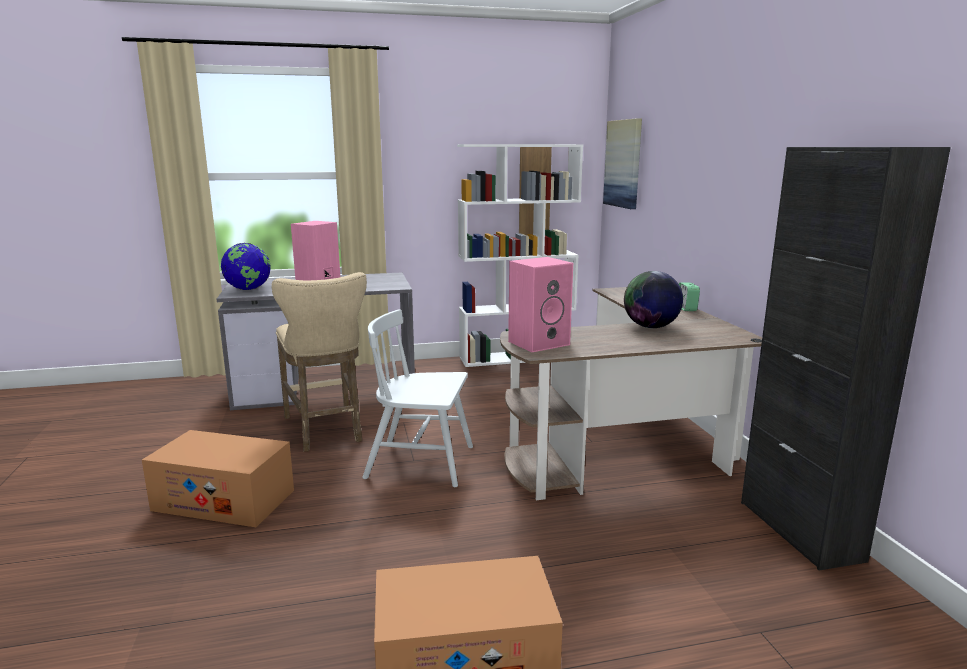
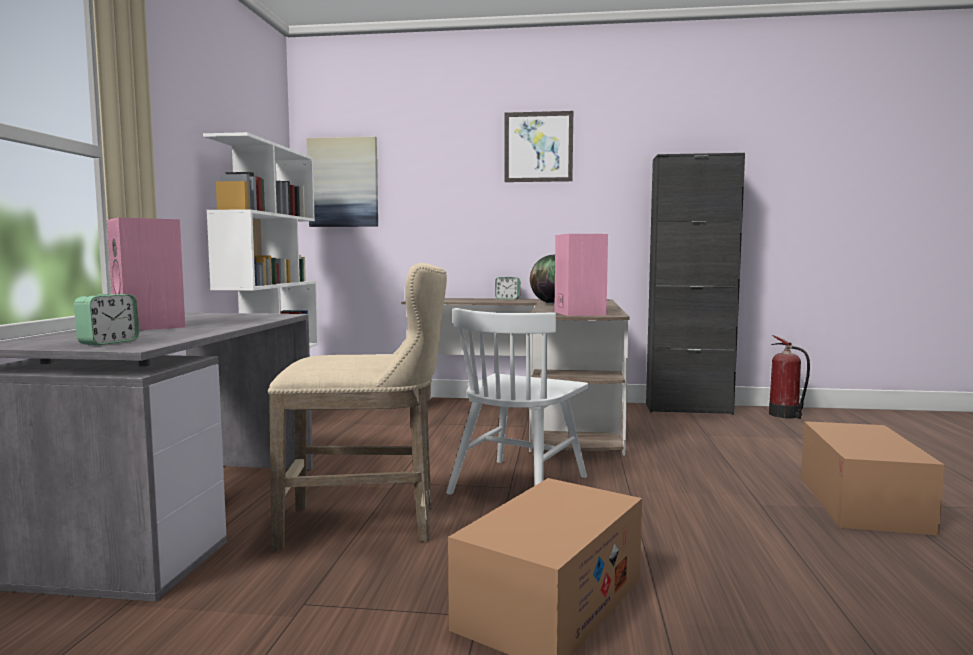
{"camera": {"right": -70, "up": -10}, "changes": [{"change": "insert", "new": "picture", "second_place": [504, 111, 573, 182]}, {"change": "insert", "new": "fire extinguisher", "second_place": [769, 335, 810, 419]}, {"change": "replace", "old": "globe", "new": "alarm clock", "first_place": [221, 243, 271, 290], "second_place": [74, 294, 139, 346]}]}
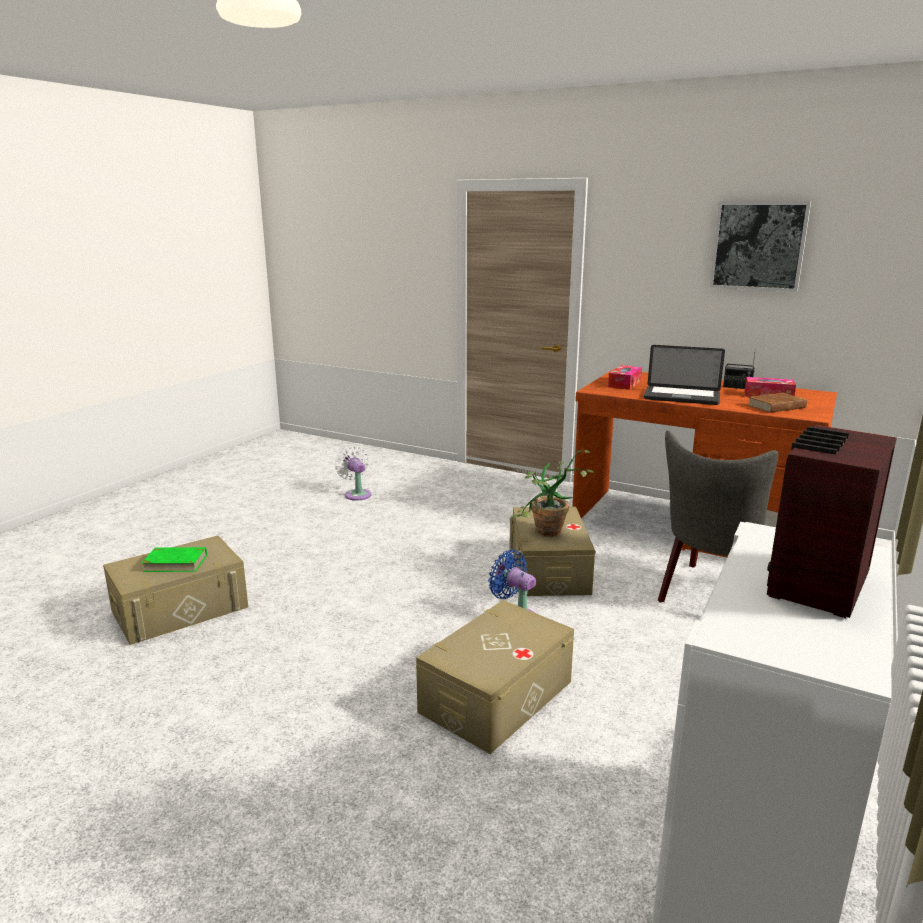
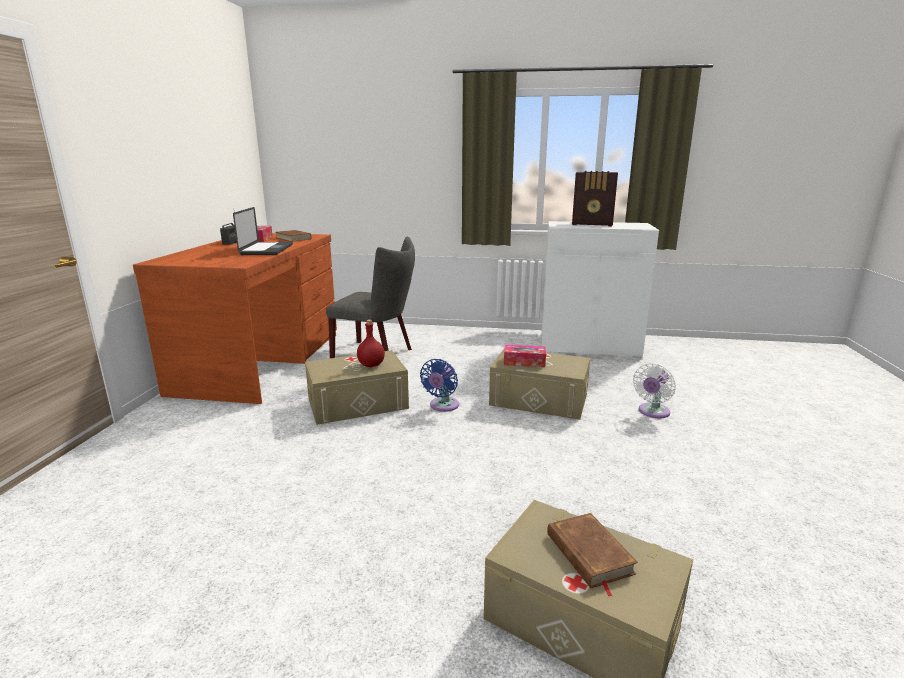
{"camera": {"right": -110, "up": 0}, "changes": [{"change": "delete", "old": "picture", "first_place": [710, 201, 811, 292]}, {"change": "move", "old": "white fan", "first_place": [335, 446, 371, 501], "second_place": [633, 363, 676, 418]}, {"change": "move", "old": "tissue box", "first_place": [608, 365, 642, 390], "second_place": [504, 345, 546, 367]}, {"change": "replace", "old": "potted plant", "new": "red bottle", "first_place": [513, 450, 595, 537], "second_place": [357, 319, 385, 367]}, {"change": "recolor", "old": "green book", "new": "brown book", "first_place": [141, 547, 207, 572], "second_place": [547, 513, 638, 597]}]}
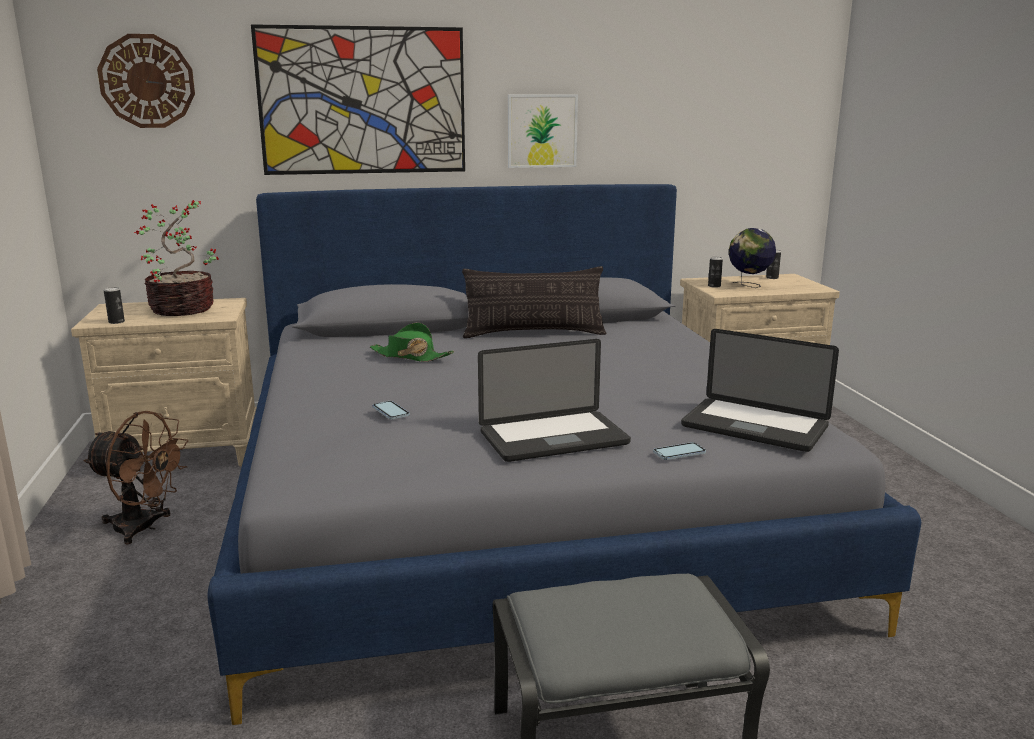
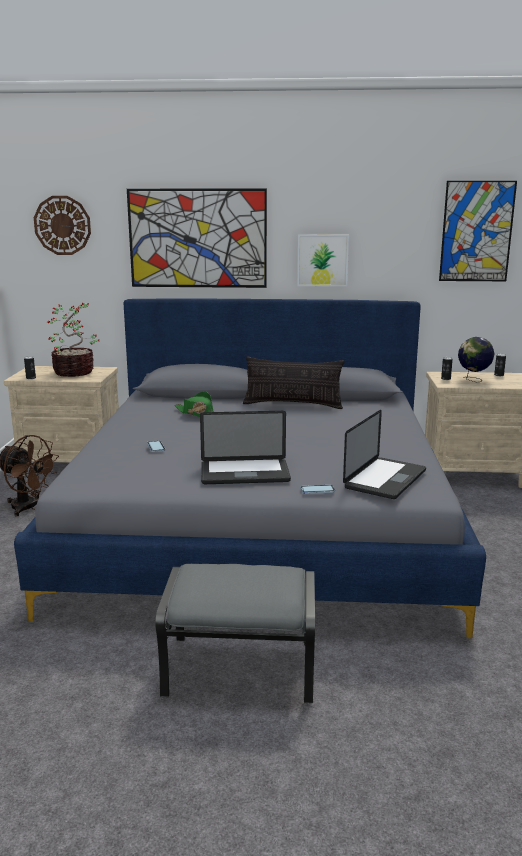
{"camera": {"right": 15, "up": 0}, "changes": [{"change": "insert", "new": "picture", "second_place": [439, 181, 517, 281]}, {"change": "rotate", "old": "laptop", "first_place": [681, 329, 839, 452], "second_place": [343, 410, 426, 499], "degrees": -105}]}
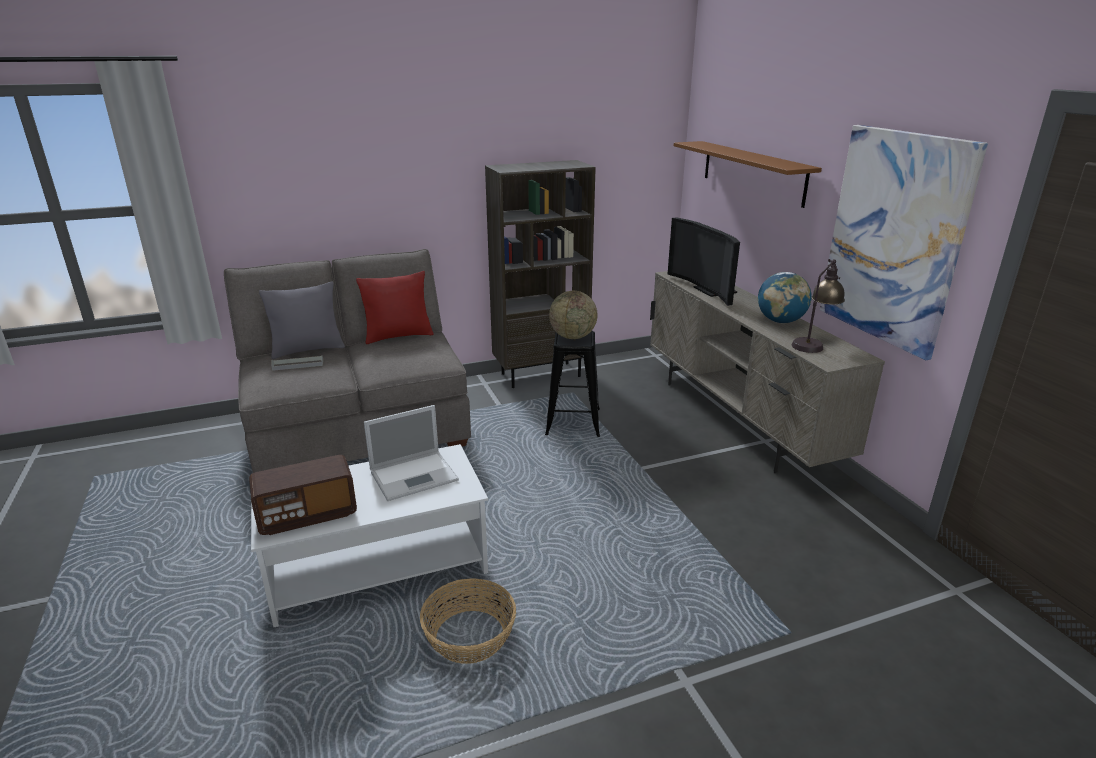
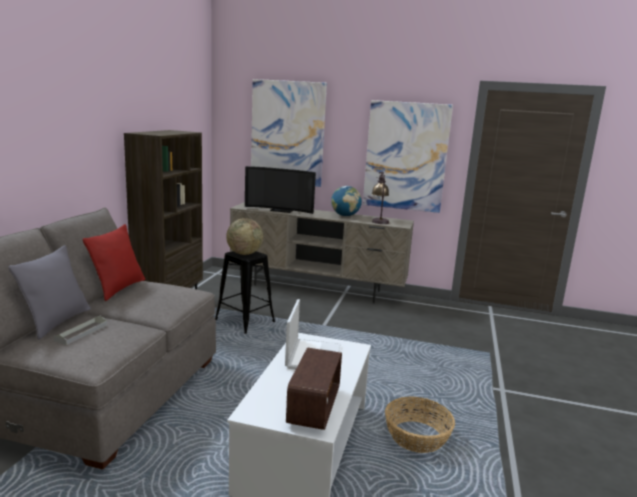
{"camera": {"right": -55, "up": -10}, "changes": [{"change": "replace", "old": "brown shelf", "new": "picture", "first_place": [674, 141, 822, 208], "second_place": [251, 79, 327, 187]}]}
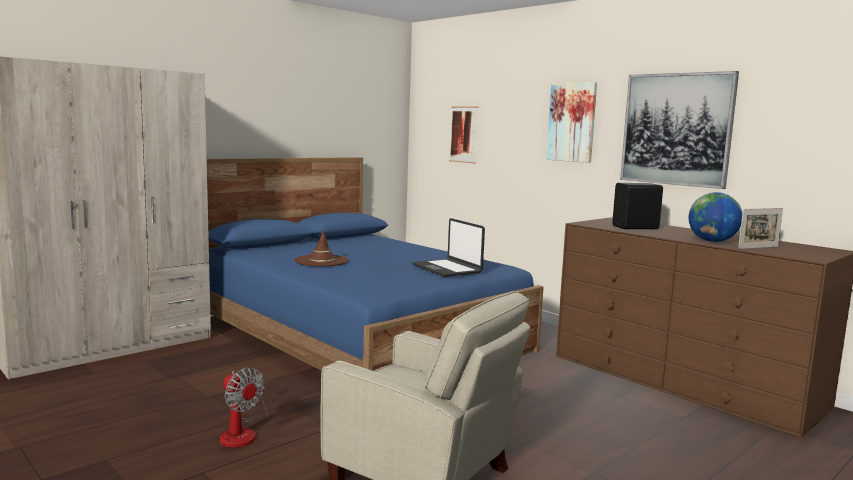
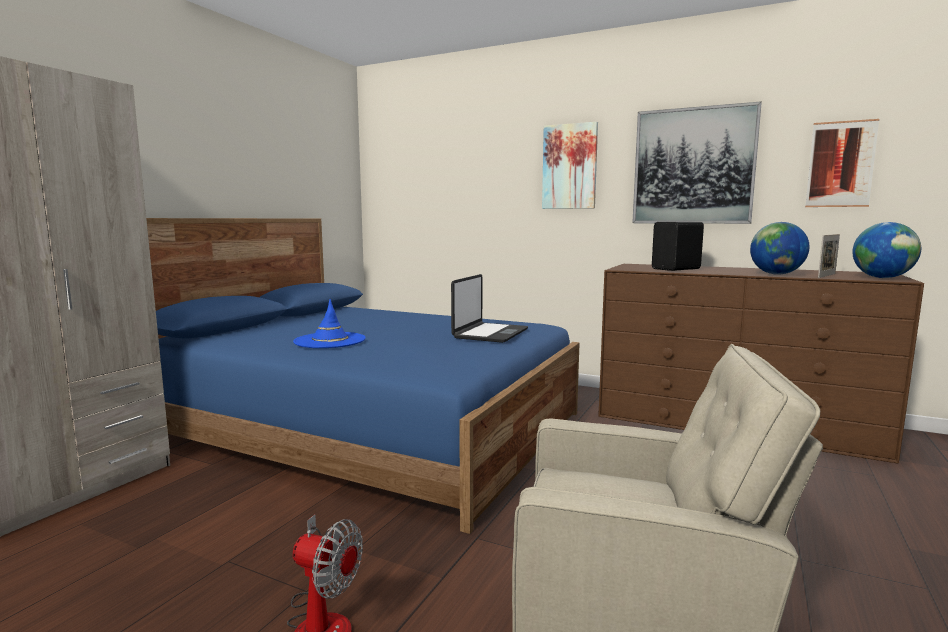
{"camera": {"right": -20, "up": 0}, "changes": [{"change": "insert", "new": "globe", "second_place": [852, 222, 921, 278]}, {"change": "move", "old": "picture", "first_place": [449, 107, 479, 164], "second_place": [805, 119, 879, 207]}, {"change": "recolor", "old": "brown hat", "new": "blue hat", "first_place": [294, 230, 349, 266], "second_place": [293, 299, 366, 348]}, {"change": "rotate", "old": "laptop", "first_place": [413, 218, 485, 277], "second_place": [451, 274, 528, 343], "degrees": -105}]}
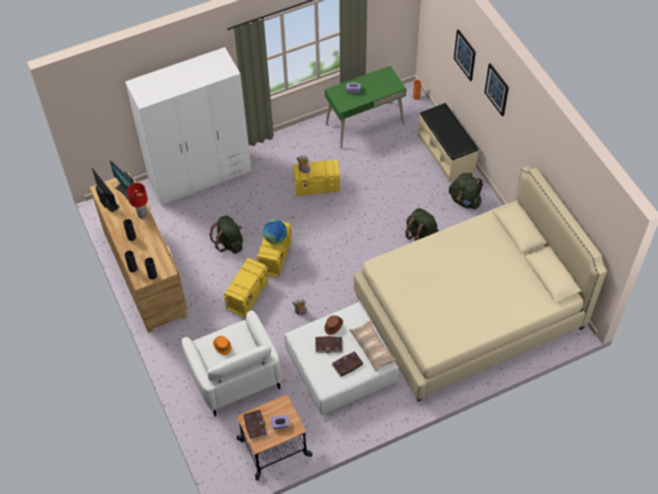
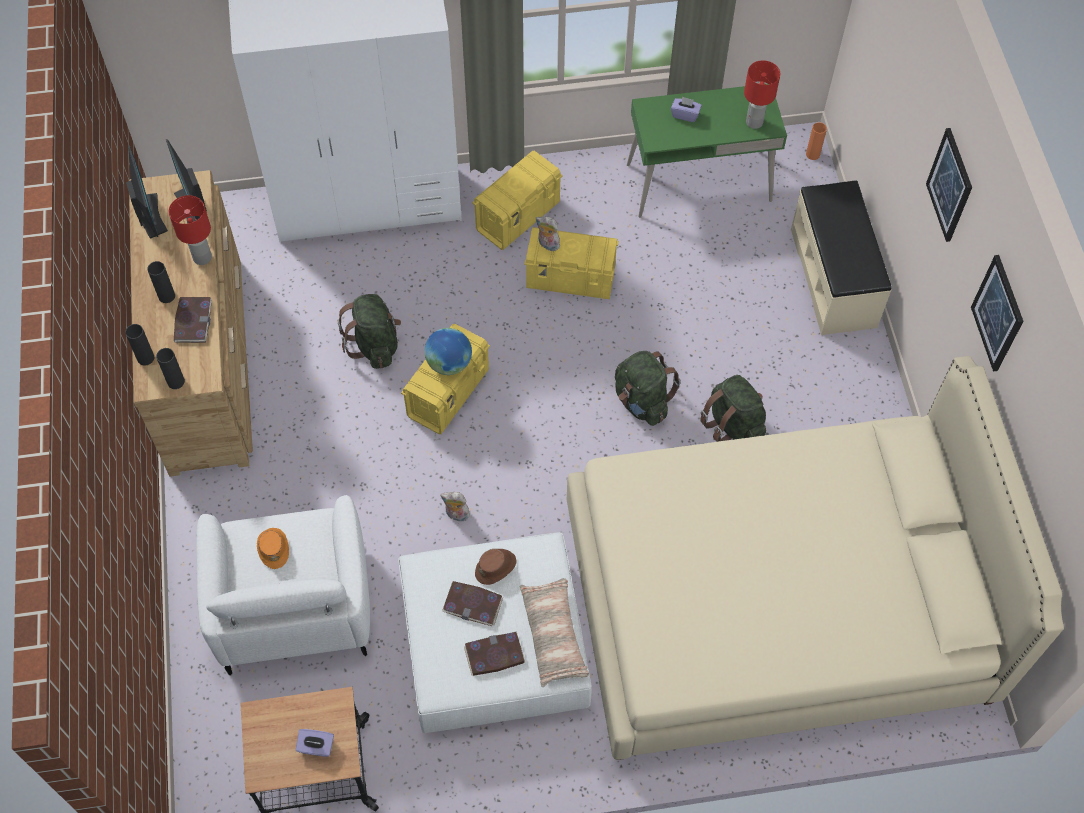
{"camera": {"right": 15, "up": 5}, "changes": [{"change": "insert", "new": "red table lamp", "second_place": [744, 60, 780, 129]}, {"change": "move", "old": "yellow storage box", "first_place": [223, 258, 268, 317], "second_place": [472, 151, 563, 250]}, {"change": "move", "old": "book", "first_place": [244, 410, 268, 440], "second_place": [174, 297, 212, 343]}, {"change": "move", "old": "green backpack", "first_place": [449, 172, 483, 209], "second_place": [615, 351, 681, 426]}, {"change": "move", "old": "picture", "first_place": [454, 29, 476, 81], "second_place": [971, 255, 1024, 372]}]}
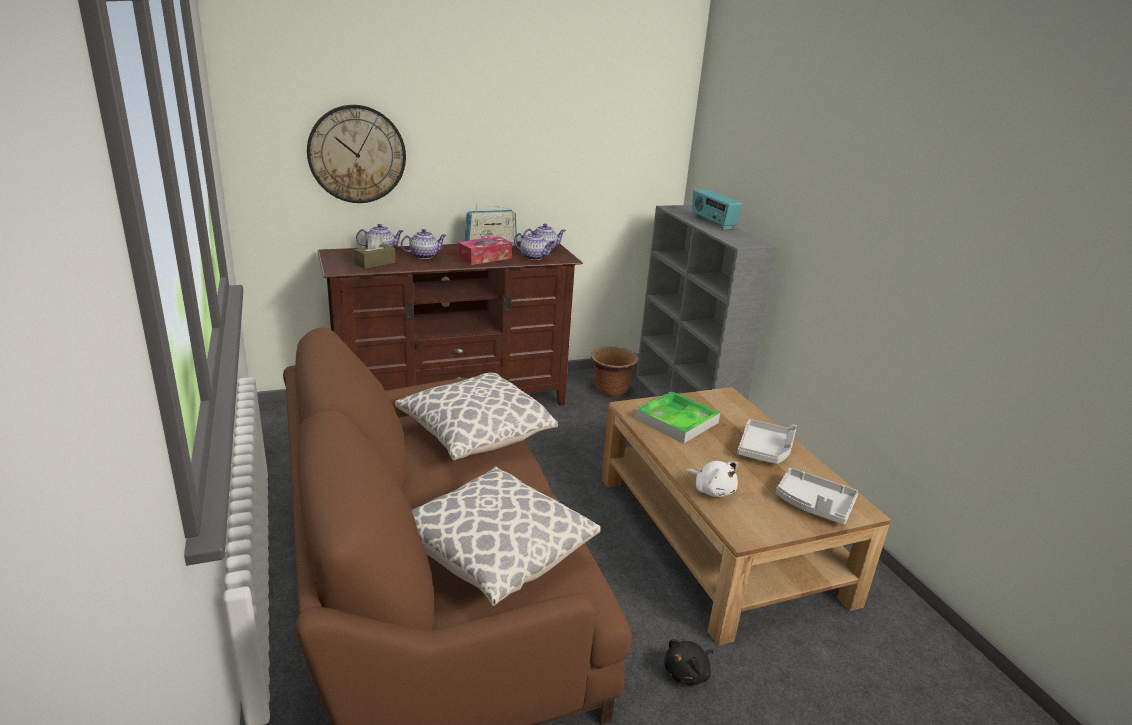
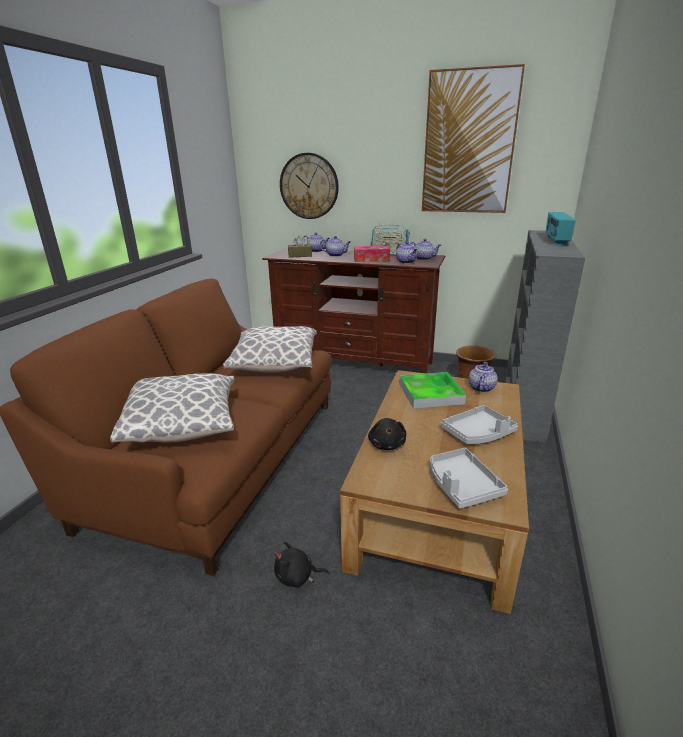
{"camera": {"right": 40, "up": 0}, "changes": [{"change": "insert", "new": "picture", "second_place": [422, 64, 525, 213]}, {"change": "insert", "new": "teapot", "second_place": [468, 362, 497, 392]}, {"change": "recolor", "old": "white plush toy", "new": "black plush toy", "first_place": [686, 461, 738, 497], "second_place": [368, 418, 406, 450]}]}
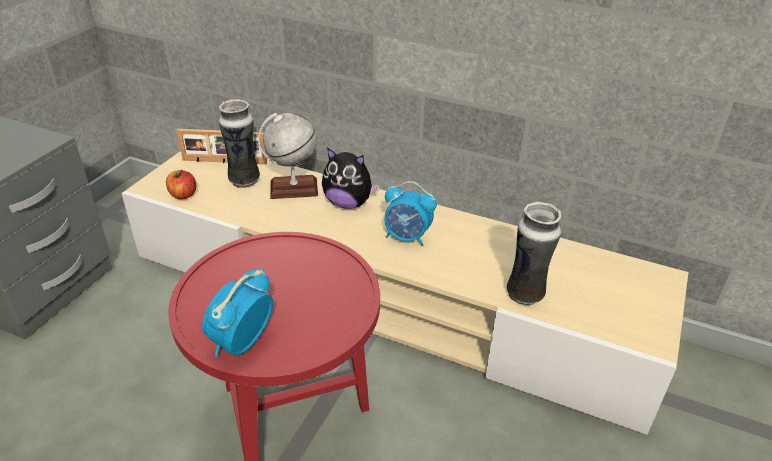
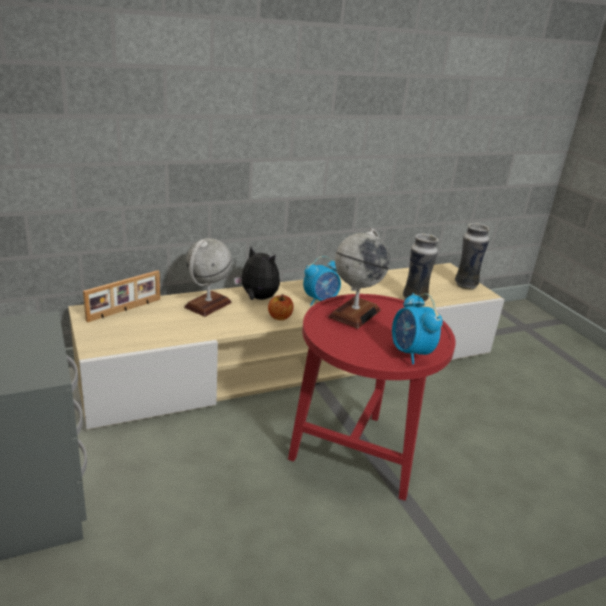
{"camera": {"right": -50, "up": -10}, "changes": [{"change": "insert", "new": "globe", "second_place": [329, 228, 390, 329]}, {"change": "move", "old": "apple", "first_place": [166, 170, 196, 199], "second_place": [268, 294, 294, 320]}, {"change": "move", "old": "vase", "first_place": [219, 99, 260, 188], "second_place": [455, 223, 490, 290]}, {"change": "rotate", "old": "plush toy", "first_place": [322, 147, 380, 209], "second_place": [234, 247, 280, 300], "degrees": -120}]}
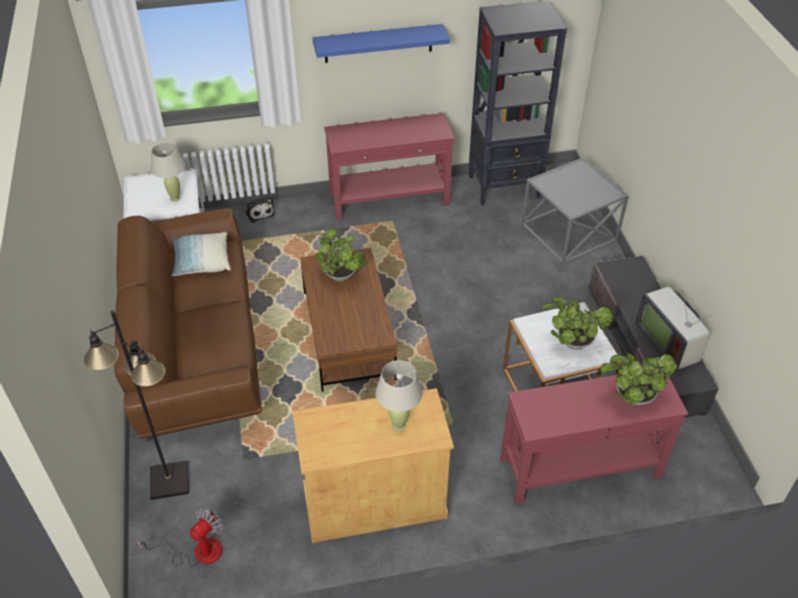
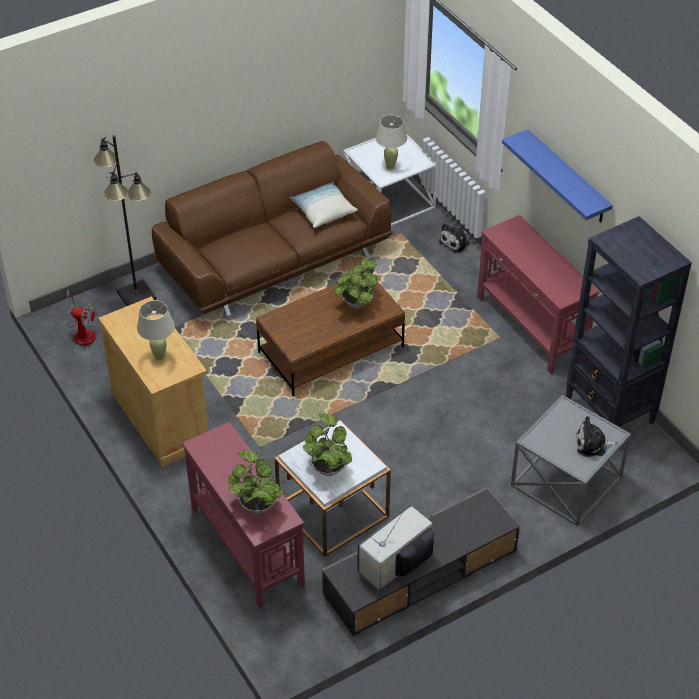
{"camera": {"right": 70, "up": 0}, "changes": [{"change": "insert", "new": "plush toy", "second_place": [576, 416, 618, 457]}]}
